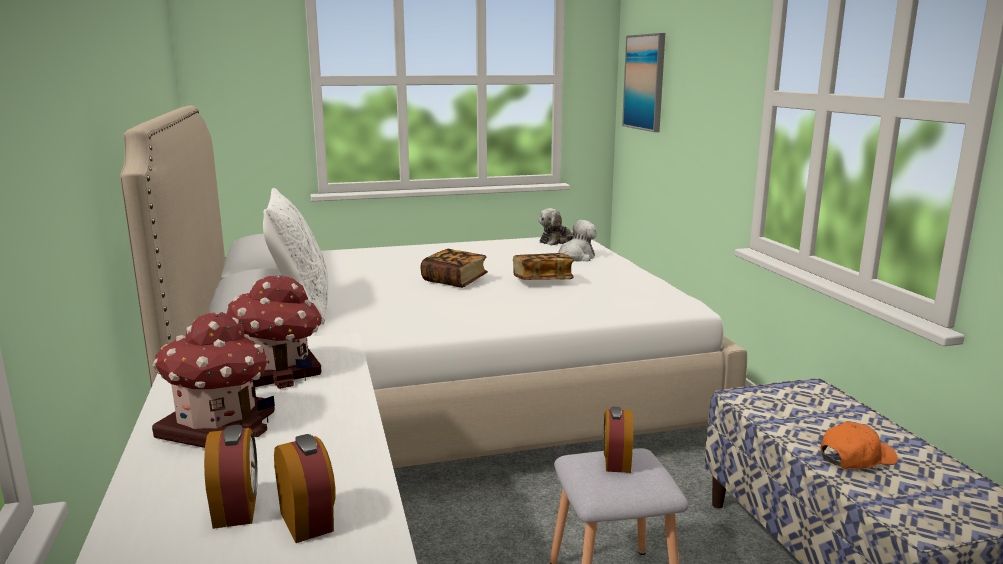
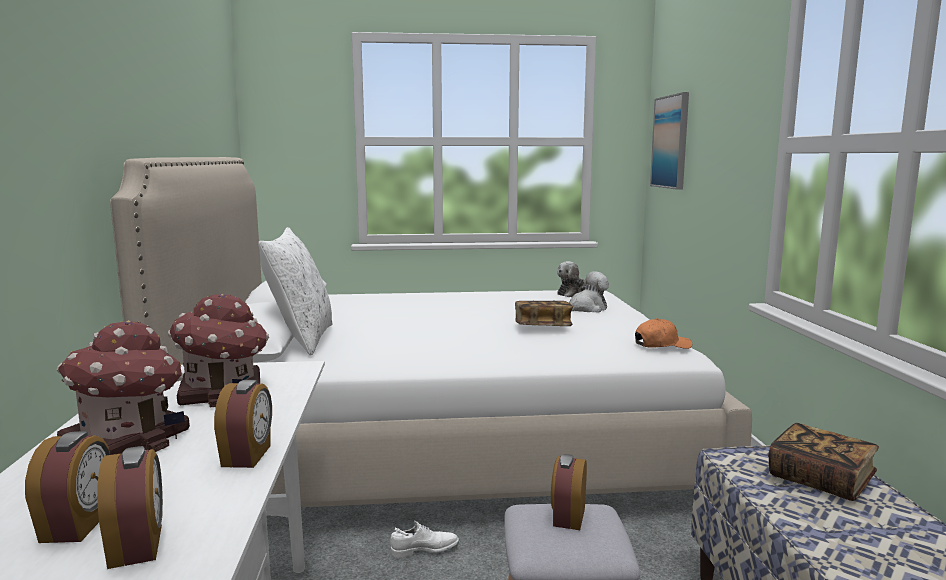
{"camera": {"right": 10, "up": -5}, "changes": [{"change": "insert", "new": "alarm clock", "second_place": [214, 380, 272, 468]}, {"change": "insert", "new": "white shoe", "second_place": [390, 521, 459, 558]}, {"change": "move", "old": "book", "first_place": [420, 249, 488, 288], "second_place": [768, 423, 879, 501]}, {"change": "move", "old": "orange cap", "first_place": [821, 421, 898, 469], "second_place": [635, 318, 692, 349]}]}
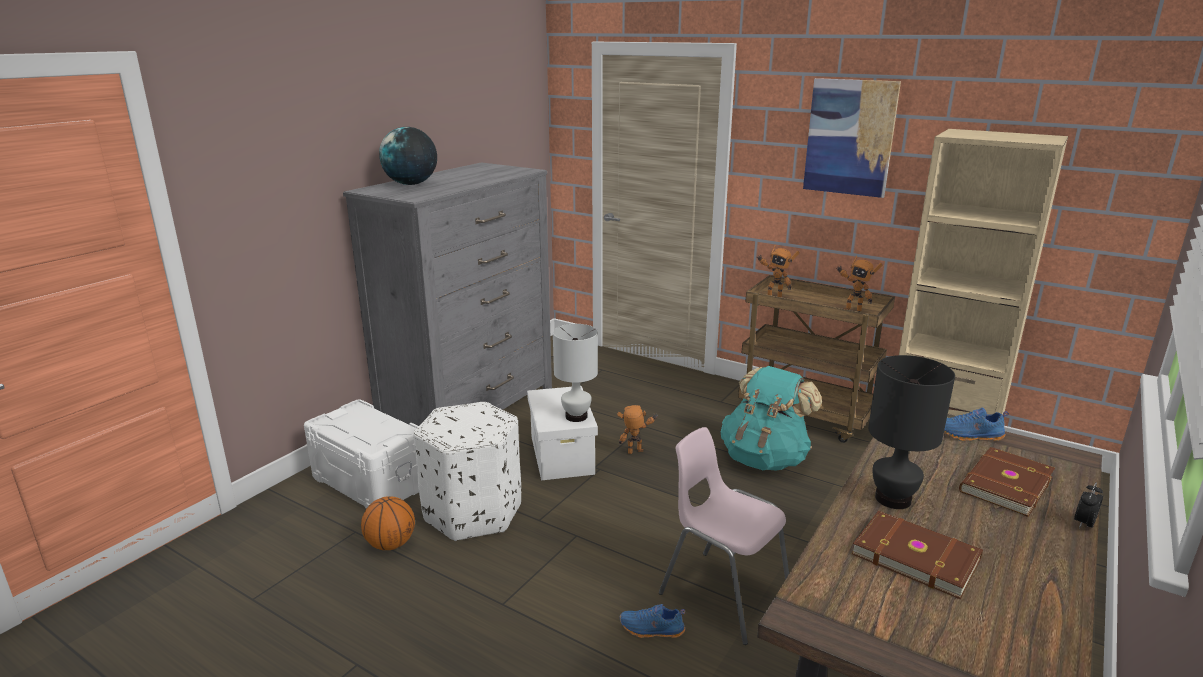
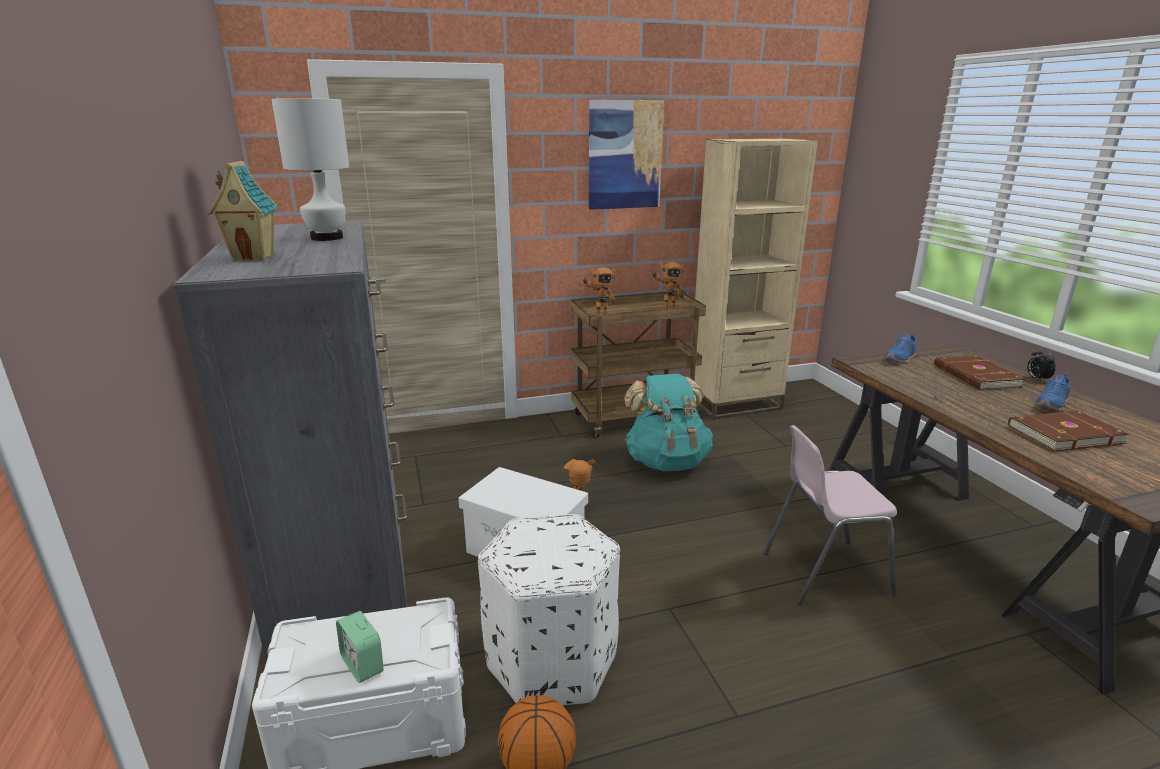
{"camera": {"right": -50, "up": 0}, "changes": [{"change": "delete", "old": "black table lamp", "first_place": [868, 355, 955, 509]}, {"change": "insert", "new": "alarm clock", "second_place": [336, 611, 384, 683]}, {"change": "move", "old": "white table lamp", "first_place": [553, 324, 598, 422], "second_place": [272, 98, 349, 241]}, {"change": "move", "old": "blue shoe", "first_place": [620, 604, 685, 638], "second_place": [1035, 372, 1070, 411]}, {"change": "replace", "old": "globe", "new": "toy house", "first_place": [379, 127, 437, 185], "second_place": [208, 161, 279, 261]}]}
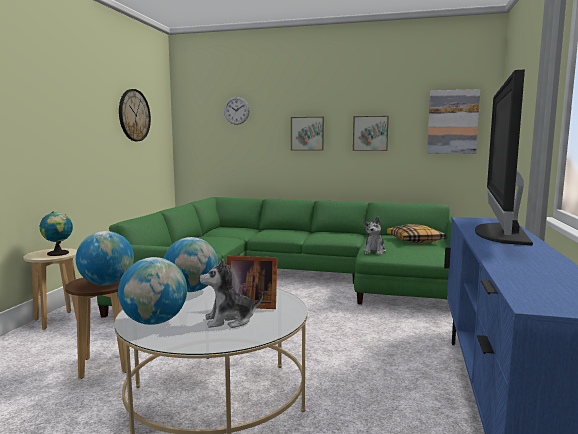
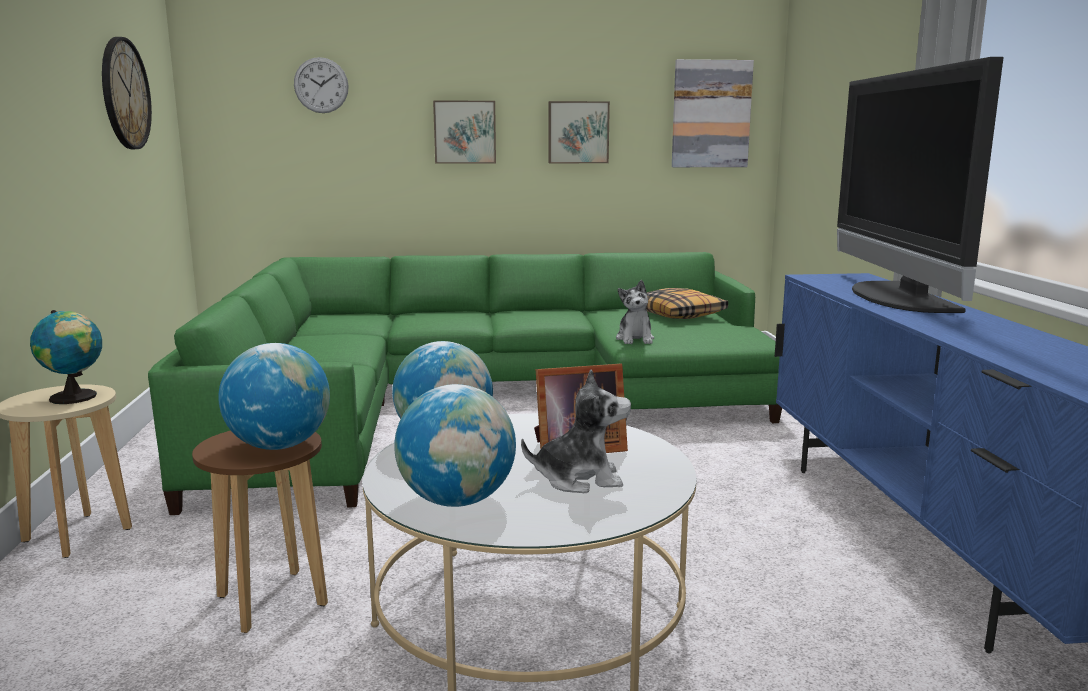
{"camera": {"right": -20, "up": 5}, "changes": [{"change": "rotate", "old": "plush toy", "first_place": [199, 258, 263, 328], "second_place": [521, 369, 631, 493], "degrees": -150}]}
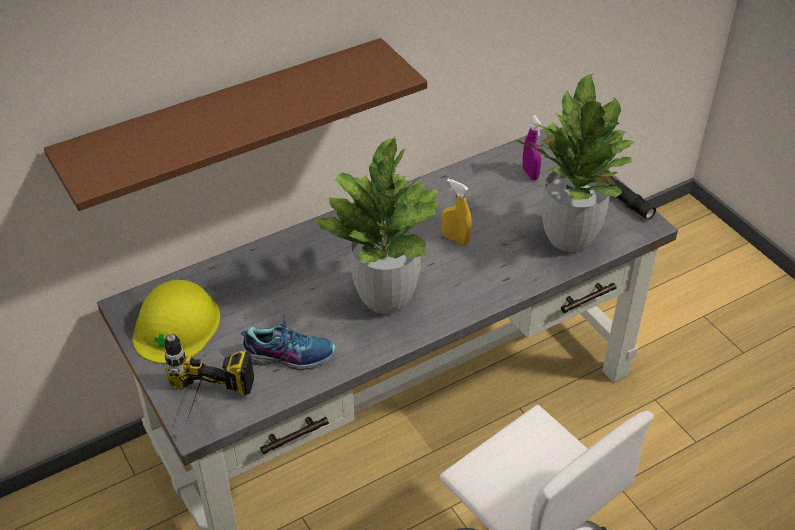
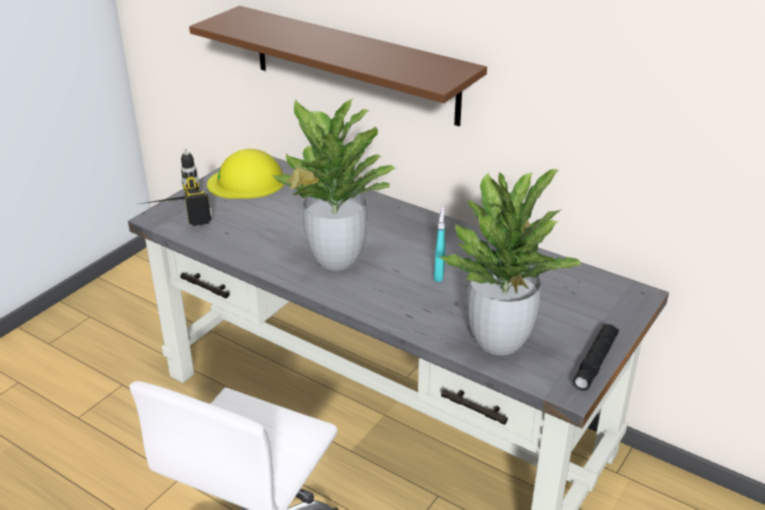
{"camera": {"right": 65, "up": -10}, "changes": [{"change": "delete", "old": "shoe", "first_place": [241, 313, 335, 370]}, {"change": "delete", "old": "purple spray bottle", "first_place": [522, 115, 542, 180]}, {"change": "recolor", "old": "yellow spray bottle", "new": "turquoise spray bottle", "first_place": [442, 179, 471, 245], "second_place": [434, 207, 446, 282]}]}
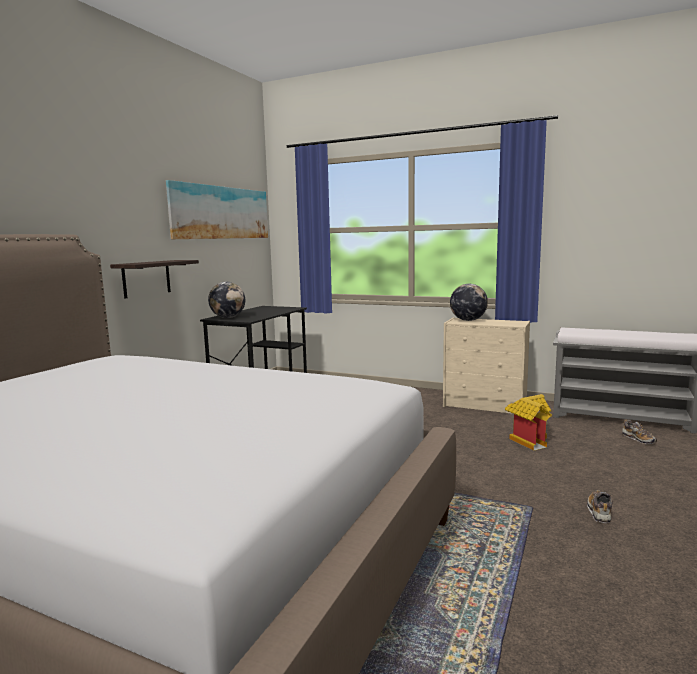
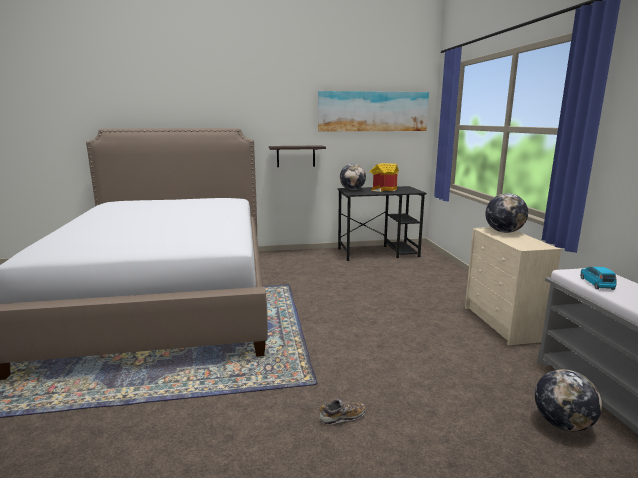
{"camera": {"right": 55, "up": 5}, "changes": [{"change": "insert", "new": "blue toy car", "second_place": [580, 267, 616, 290]}, {"change": "move", "old": "toy house", "first_place": [505, 394, 552, 451], "second_place": [369, 163, 399, 192]}, {"change": "replace", "old": "shoe", "new": "globe", "first_place": [622, 420, 657, 445], "second_place": [535, 369, 602, 432]}]}
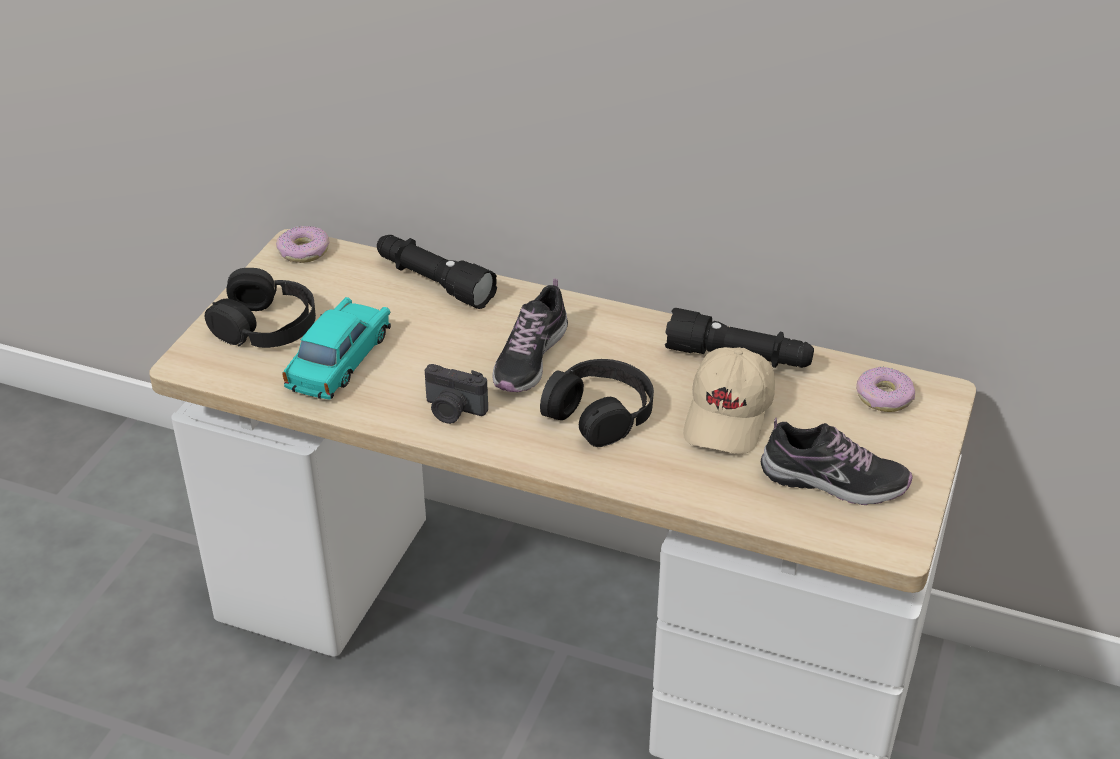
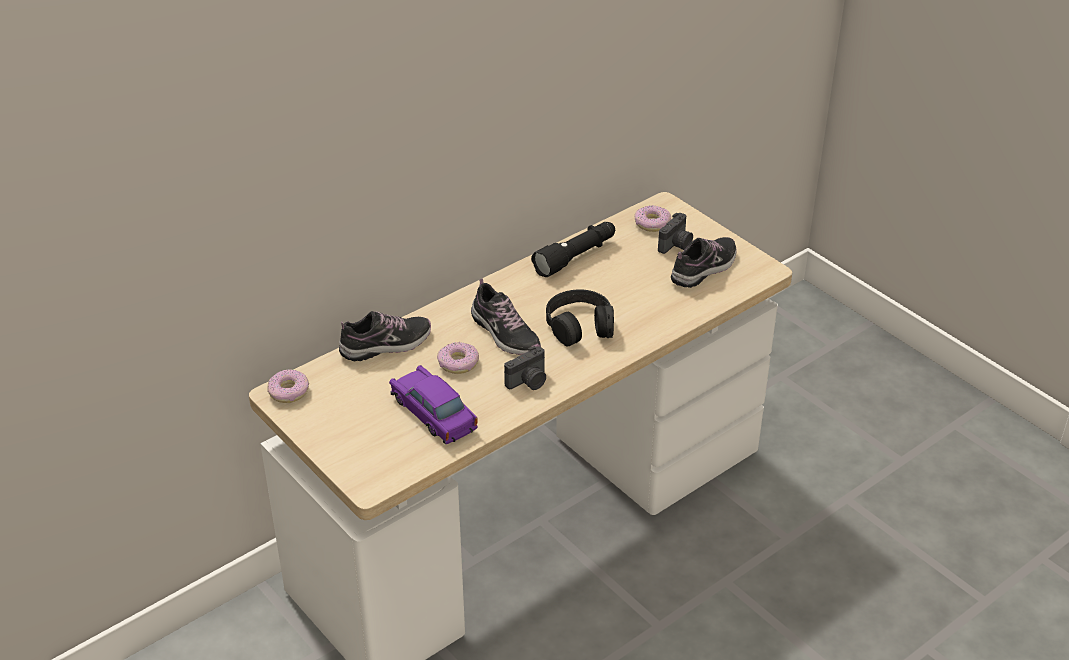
{"camera": {"right": -60, "up": 0}, "changes": [{"change": "delete", "old": "black headphones", "first_place": [205, 268, 316, 348]}, {"change": "delete", "old": "beige cap", "first_place": [683, 347, 775, 454]}, {"change": "insert", "new": "donut", "second_place": [437, 342, 479, 374]}, {"change": "insert", "new": "photo camera", "second_place": [658, 213, 693, 254]}, {"change": "replace", "old": "black flashlight", "new": "shoe", "first_place": [377, 235, 497, 309], "second_place": [339, 311, 431, 362]}, {"change": "recolor", "old": "turquoise toy car", "new": "purple toy car", "first_place": [282, 297, 391, 399], "second_place": [389, 365, 478, 444]}]}
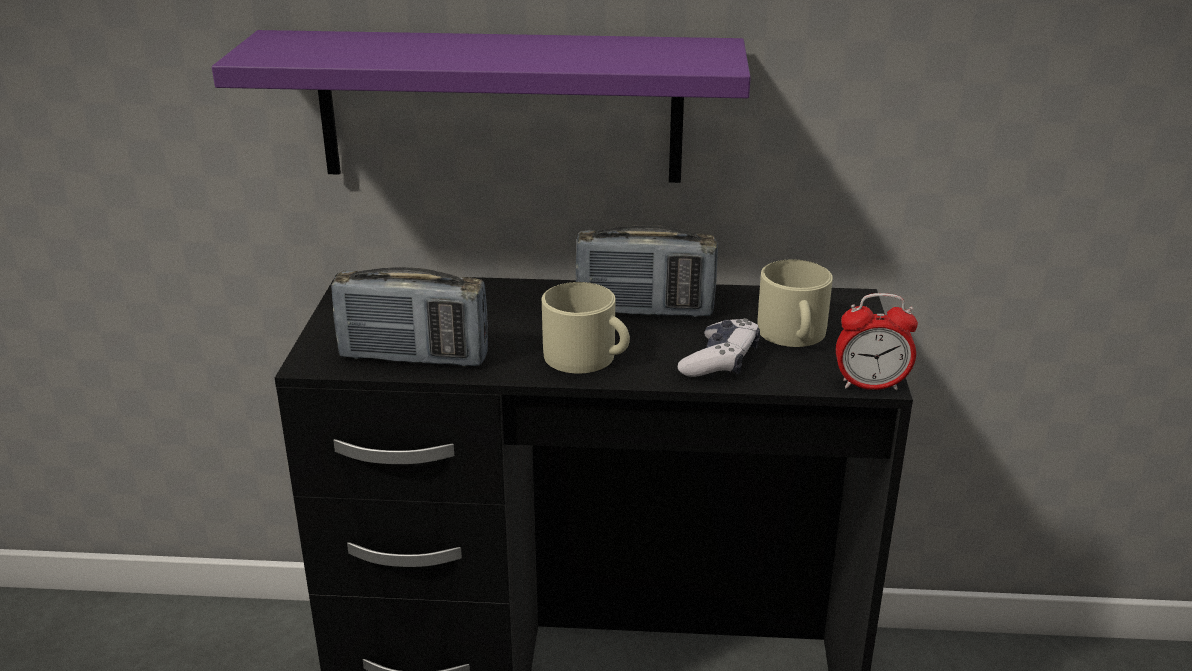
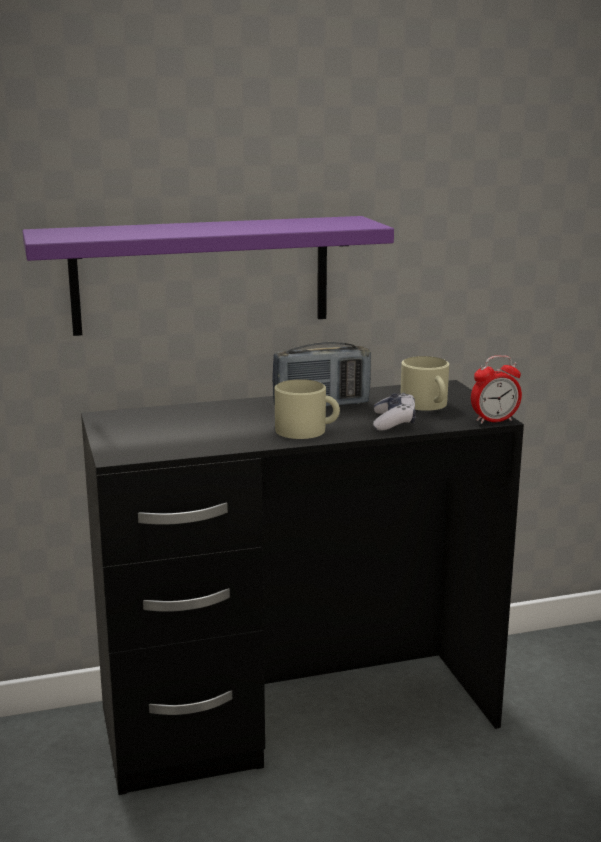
{"camera": {"right": -20, "up": -10}, "changes": [{"change": "delete", "old": "radio", "first_place": [331, 267, 488, 366]}]}
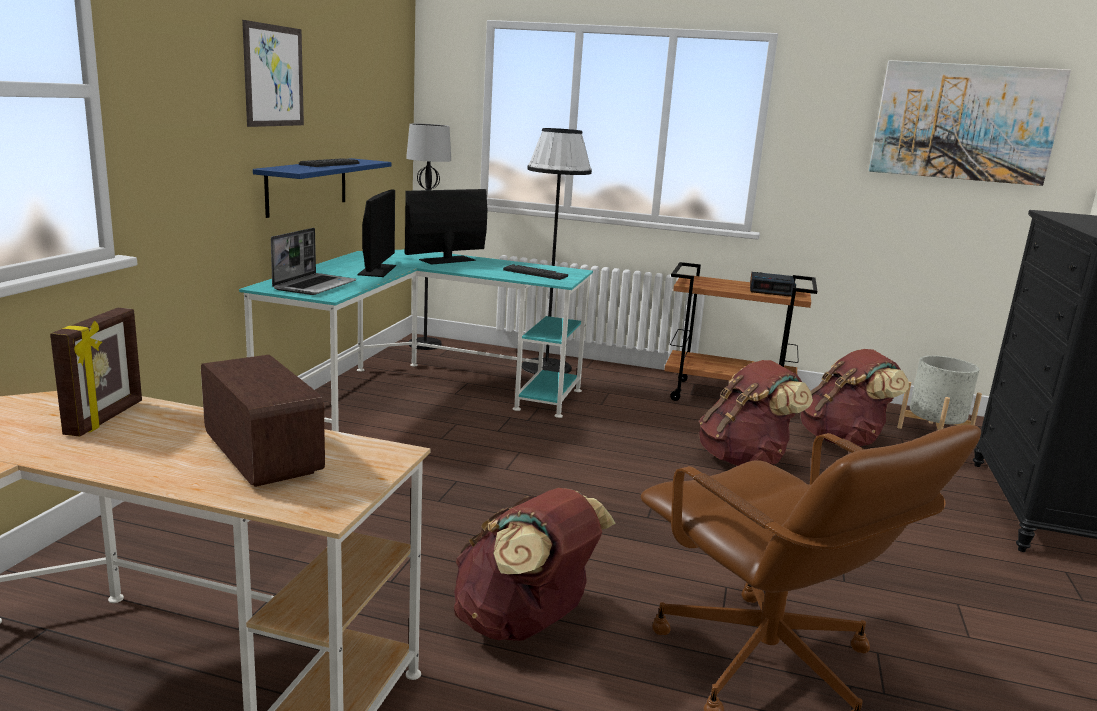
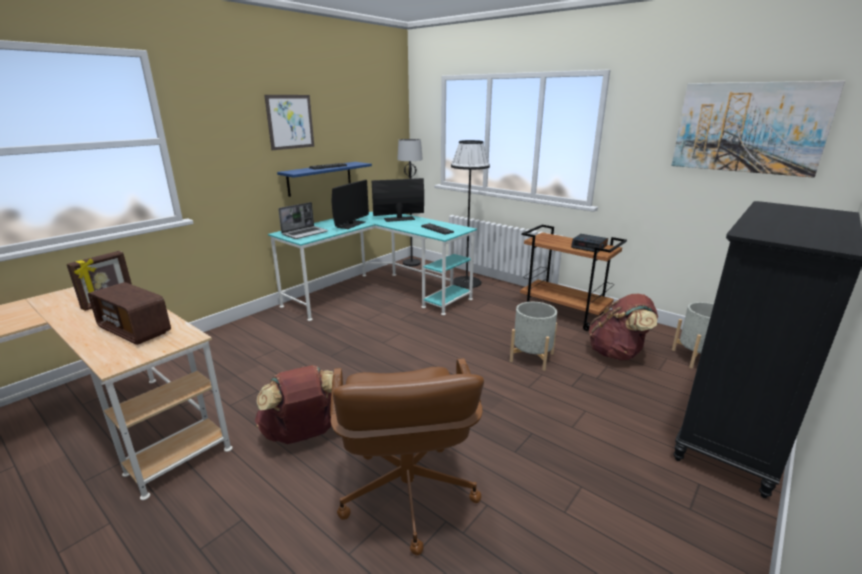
{"camera": {"right": 25, "up": 5}, "changes": [{"change": "replace", "old": "brown backpack", "new": "grey planter", "first_place": [699, 360, 813, 466], "second_place": [510, 302, 557, 371]}, {"change": "rotate", "old": "radio", "first_place": [201, 355, 325, 487], "second_place": [88, 282, 171, 345], "degrees": 135}]}
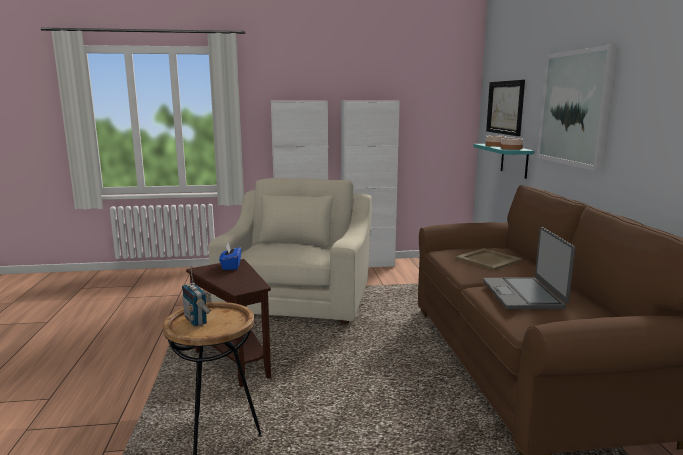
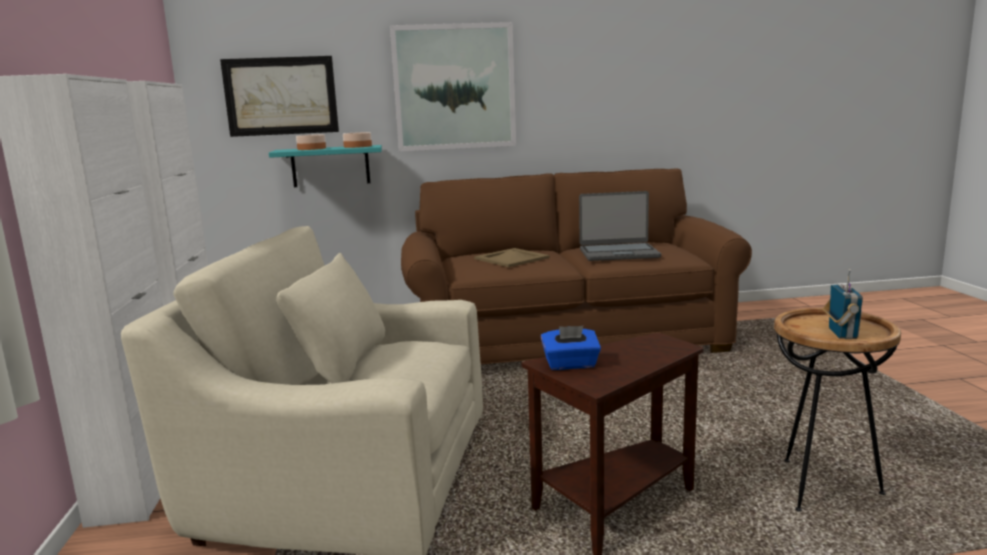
{"camera": {"right": -90, "up": 0}, "changes": [{"change": "rotate", "old": "radio", "first_place": [182, 266, 211, 327], "second_place": [823, 269, 863, 339], "degrees": -45}]}
